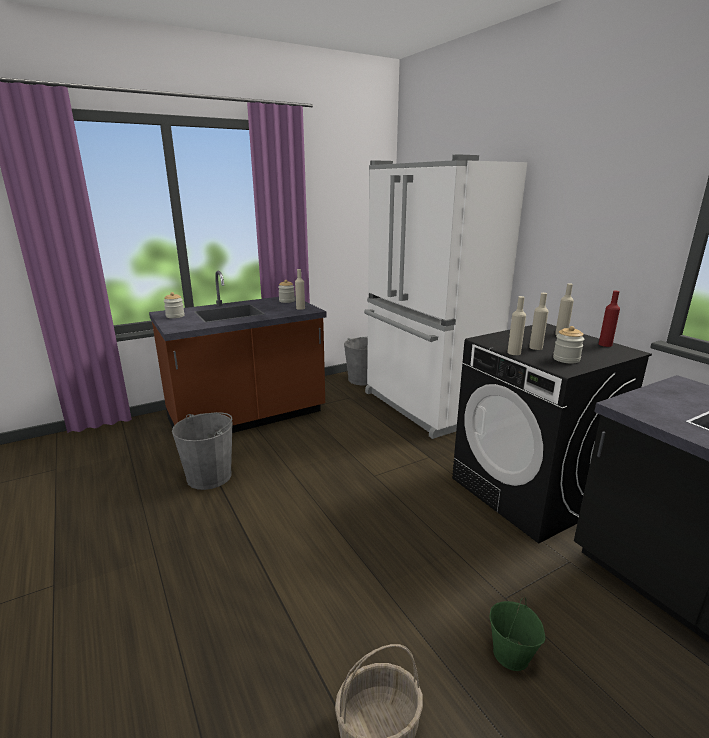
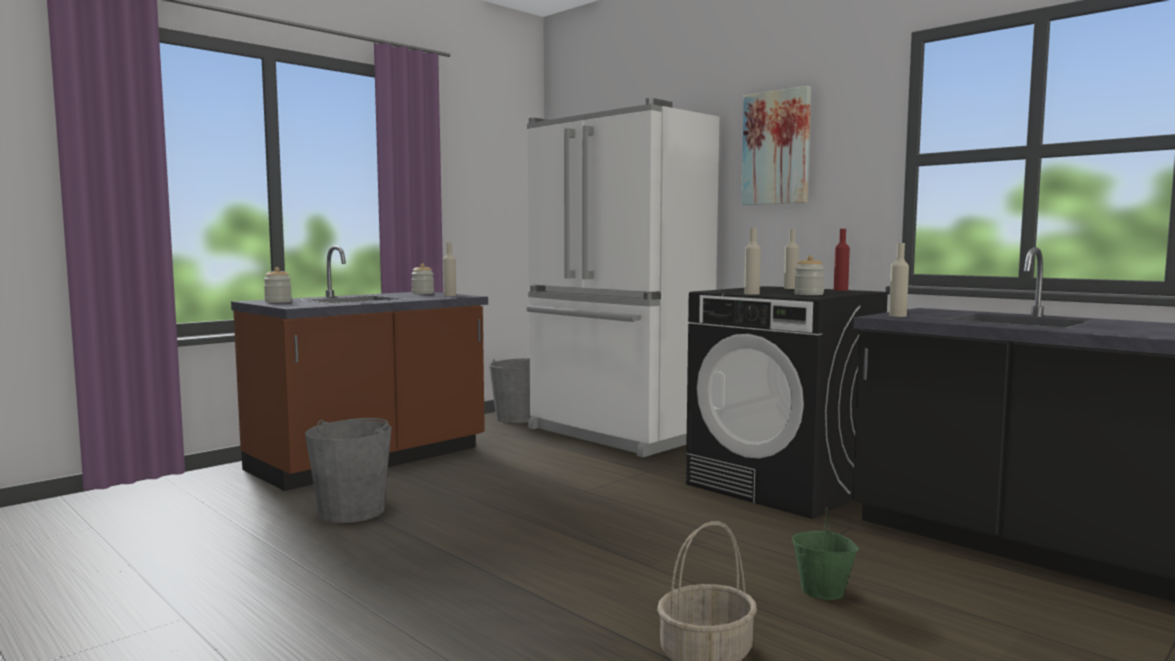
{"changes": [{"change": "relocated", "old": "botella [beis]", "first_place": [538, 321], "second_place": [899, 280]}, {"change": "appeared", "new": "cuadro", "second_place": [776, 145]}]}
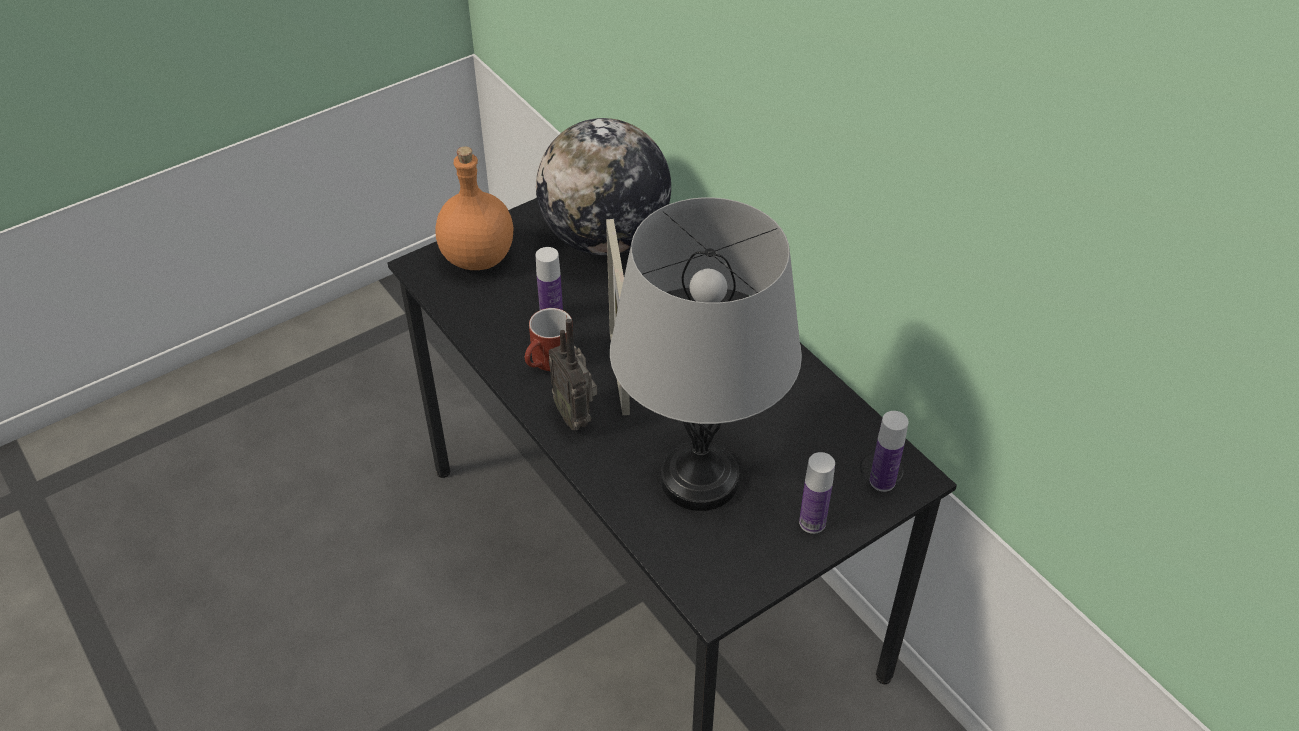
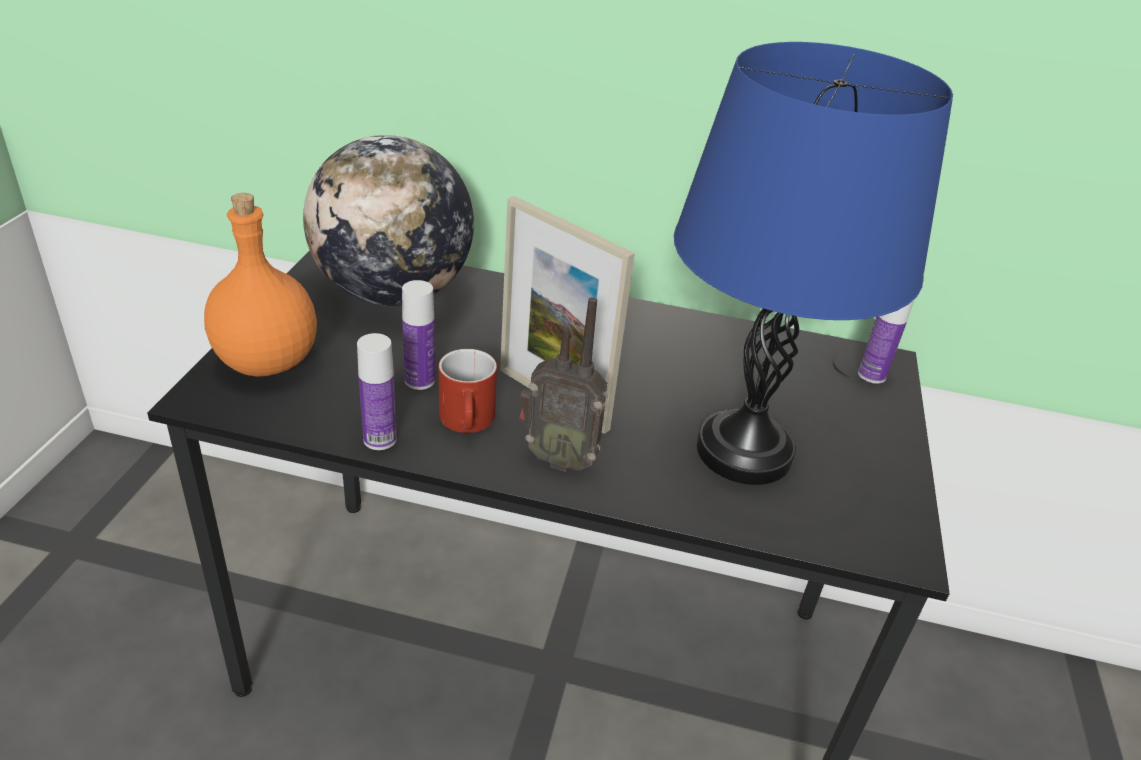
{"changes": [{"change": "colour", "old": "lámpara de mesa [gris]", "new": "lámpara de mesa [azul]", "first_place": [706, 354], "second_place": [813, 263]}, {"change": "relocated", "old": "botella", "first_place": [817, 493], "second_place": [377, 391]}]}
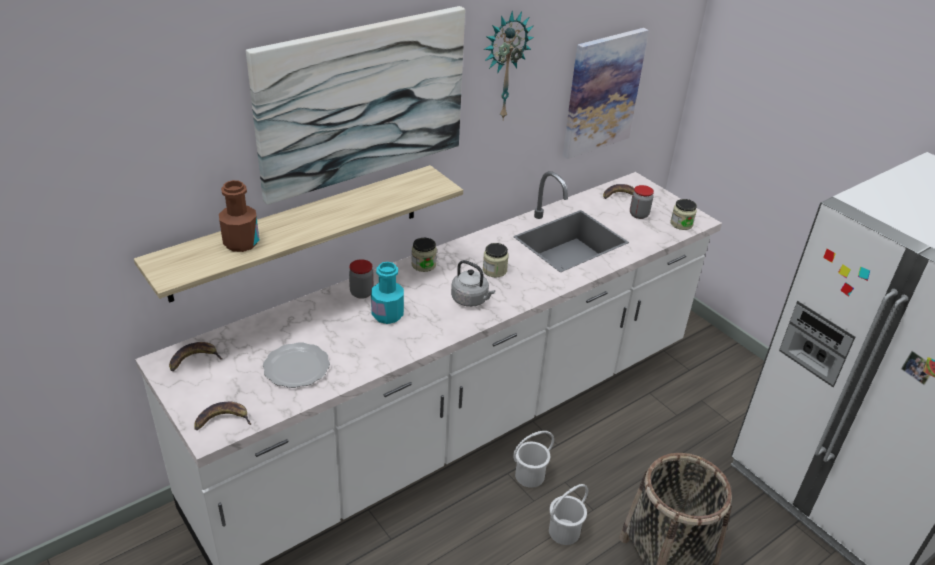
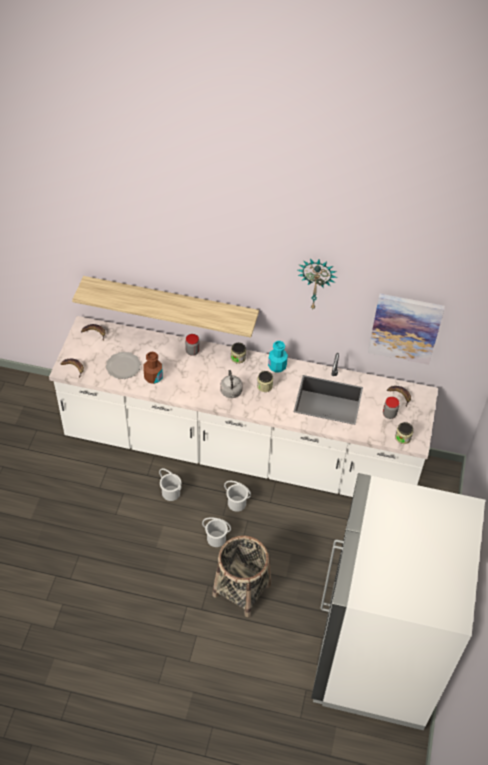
{"changes": [{"change": "relocated", "old": "botella [marrón]", "first_place": [239, 216], "second_place": [153, 368]}, {"change": "missing", "old": "cuadro", "first_place": [355, 105]}, {"change": "relocated", "old": "botella [turquesa]", "first_place": [387, 293], "second_place": [278, 357]}, {"change": "appeared", "new": "cubo [blanco]", "second_place": [170, 484]}]}
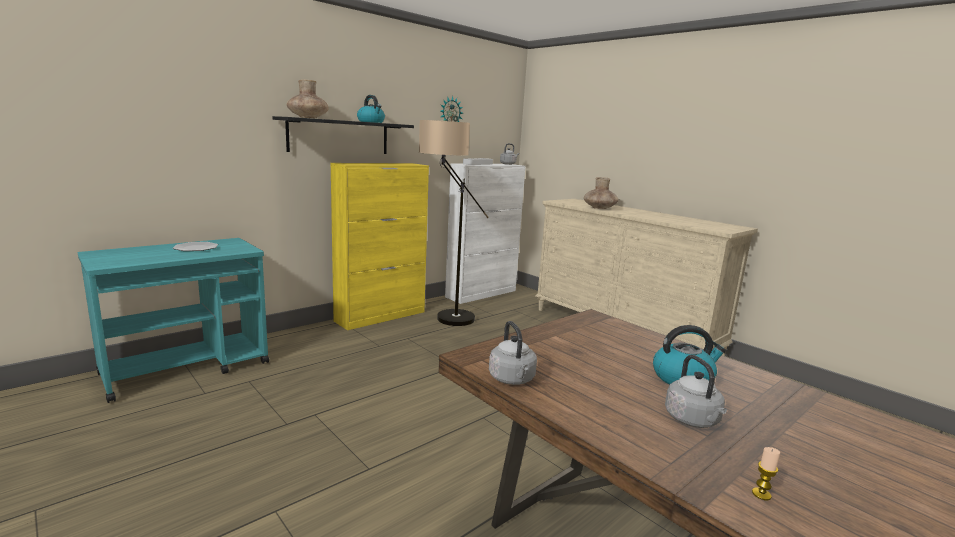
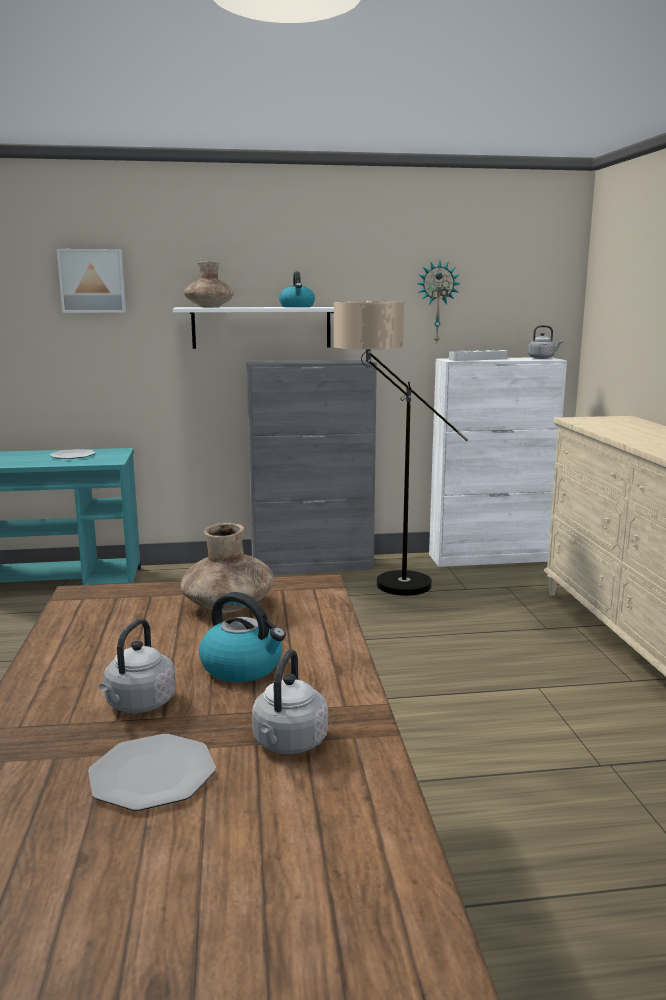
{"changes": [{"change": "colour", "old": "estante [negro]", "new": "estante [blanco]", "first_place": [343, 135], "second_place": [253, 328]}, {"change": "colour", "old": "armario [amarillo]", "new": "armario [gris]", "first_place": [379, 246], "second_place": [311, 467]}, {"change": "relocated", "old": "hervidor [gris]", "first_place": [513, 353], "second_place": [290, 701]}, {"change": "relocated", "old": "florero [marrón]", "first_place": [601, 193], "second_place": [227, 568]}, {"change": "missing", "old": "vela", "first_place": [766, 473]}, {"change": "appeared", "new": "cuadro", "second_place": [91, 281]}, {"change": "appeared", "new": "plato", "second_place": [152, 772]}]}
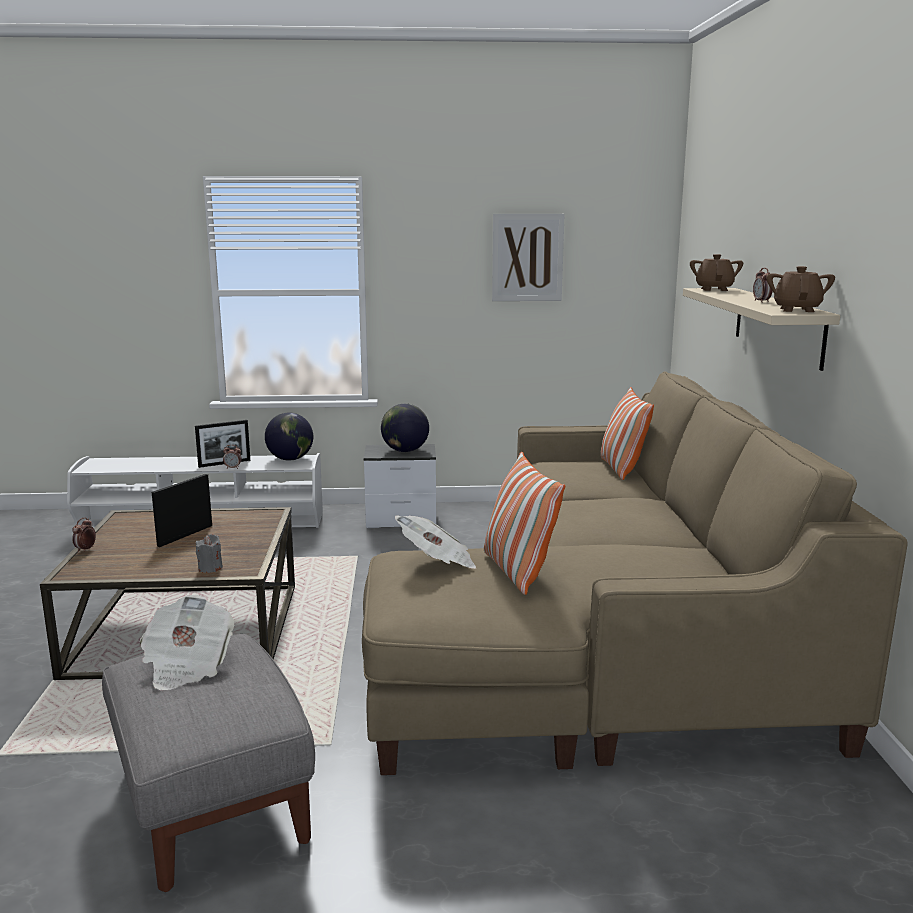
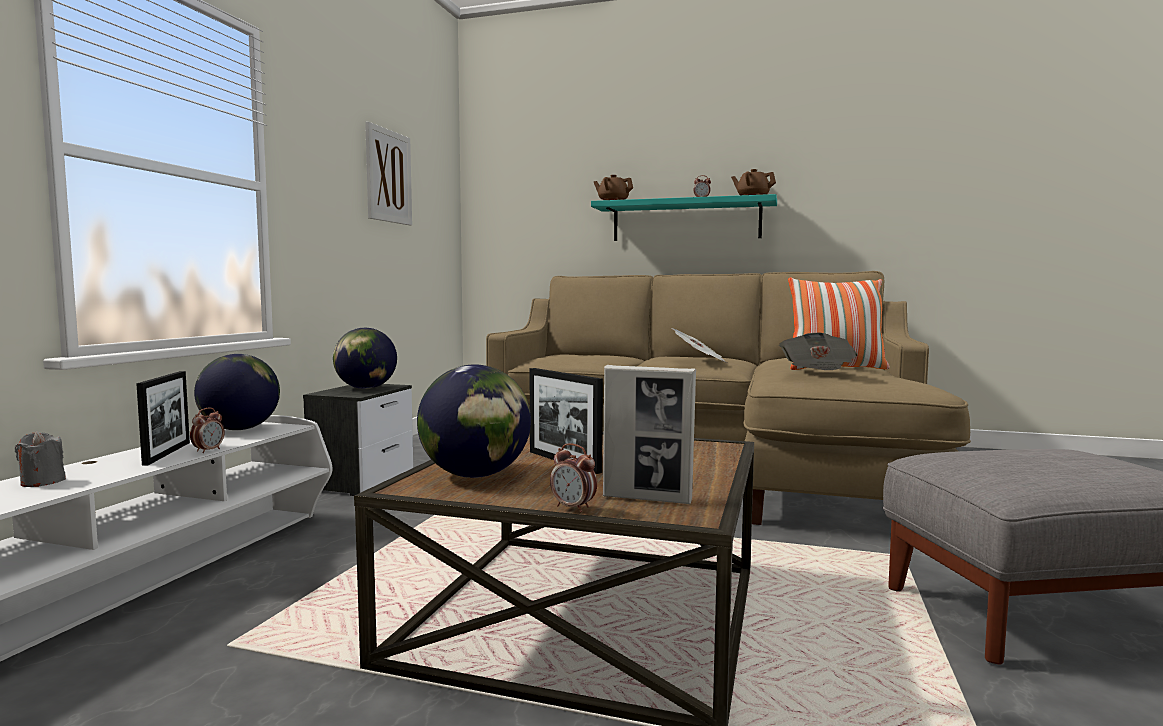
{"changes": [{"change": "relocated", "old": "periódico", "first_place": [187, 642], "second_place": [699, 345]}, {"change": "relocated", "old": "vela [gris]", "first_place": [209, 553], "second_place": [40, 459]}, {"change": "missing", "old": "cojín", "first_place": [627, 433]}, {"change": "colour", "old": "estante [beis]", "new": "estante [turquesa]", "first_place": [761, 329], "second_place": [684, 217]}, {"change": "appeared", "new": "globo terráqueo", "second_place": [474, 421]}, {"change": "appeared", "new": "portarretratos", "second_place": [649, 434]}]}
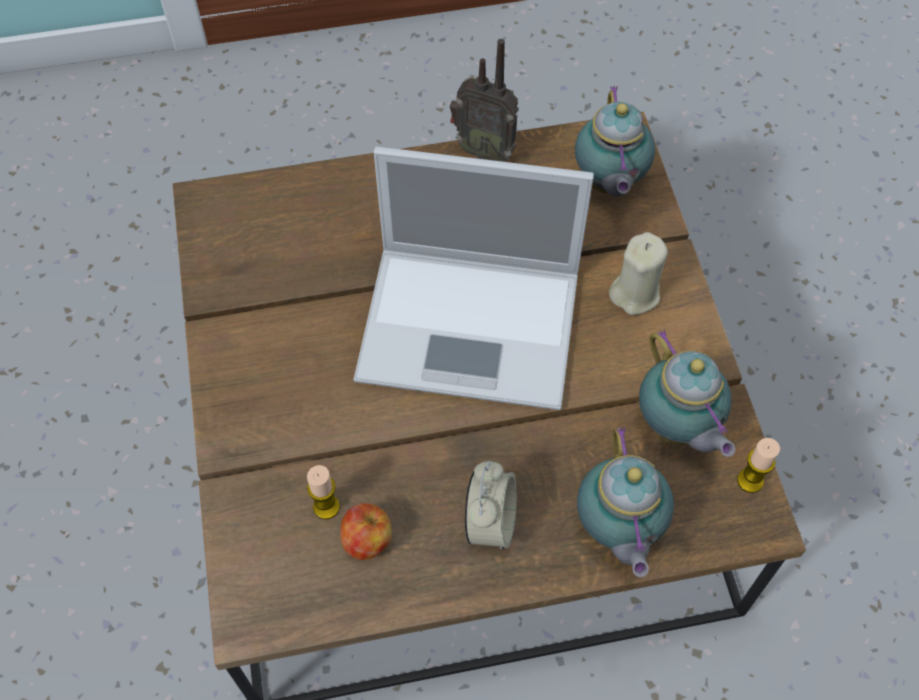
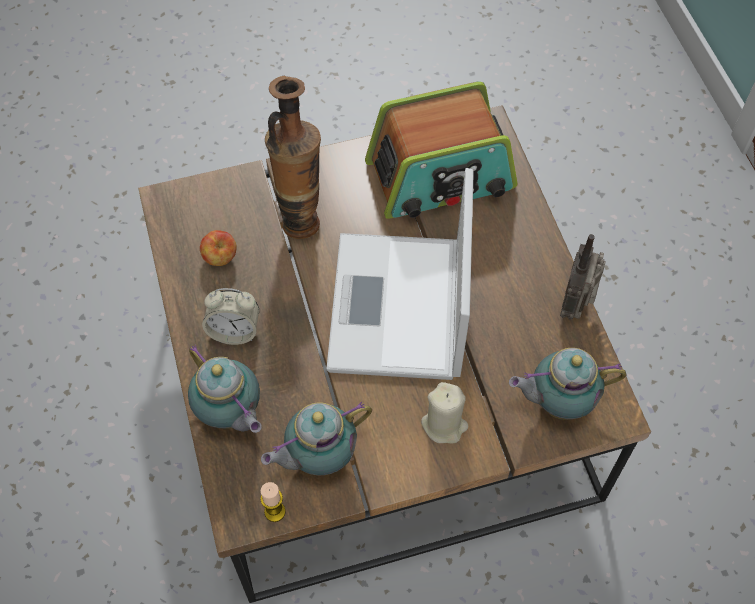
{"changes": [{"change": "missing", "old": "vela", "first_place": [323, 492]}, {"change": "spun", "old": "tetera", "first_place": [625, 502], "second_place": [225, 389], "degrees": -120}, {"change": "appeared", "new": "florero", "second_place": [293, 157]}, {"change": "appeared", "new": "radio", "second_place": [441, 150]}]}
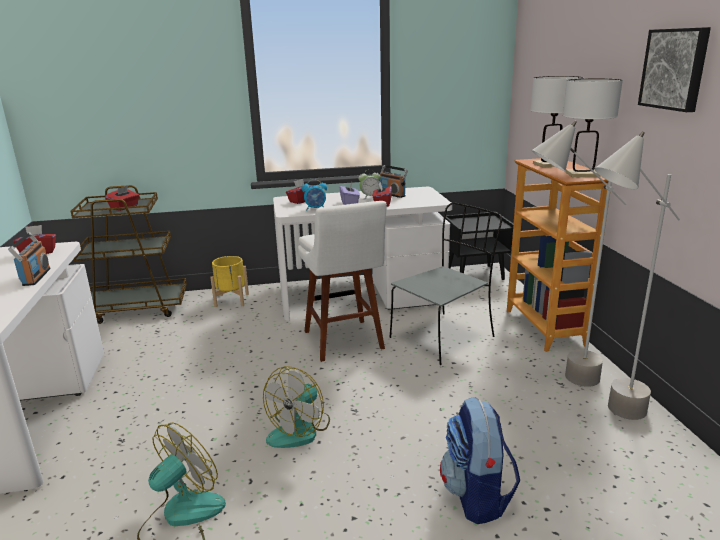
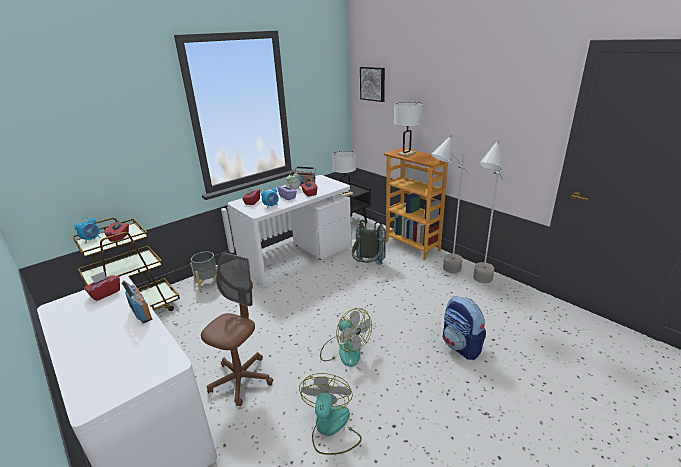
{"changes": [{"change": "colour", "old": "maceta [amarillo]", "new": "maceta [gris]", "first_place": [229, 281], "second_place": [204, 272]}, {"change": "spun", "old": "ventilador", "first_place": [296, 407], "second_place": [346, 337], "degrees": -45}, {"change": "missing", "old": "taburete [blanco]", "first_place": [342, 281]}, {"change": "exchanged", "old": "silla [gris]", "new": "mochila [gris]", "first_place": [445, 283], "second_place": [369, 242]}, {"change": "relocated", "old": "lámpara de mesa [blanco]", "first_place": [593, 127], "second_place": [344, 173]}, {"change": "relocated", "old": "cuadro", "first_place": [674, 69], "second_place": [372, 84]}, {"change": "appeared", "new": "despertador", "second_place": [88, 230]}, {"change": "appeared", "new": "silla de oficina [marrón]", "second_place": [237, 329]}]}
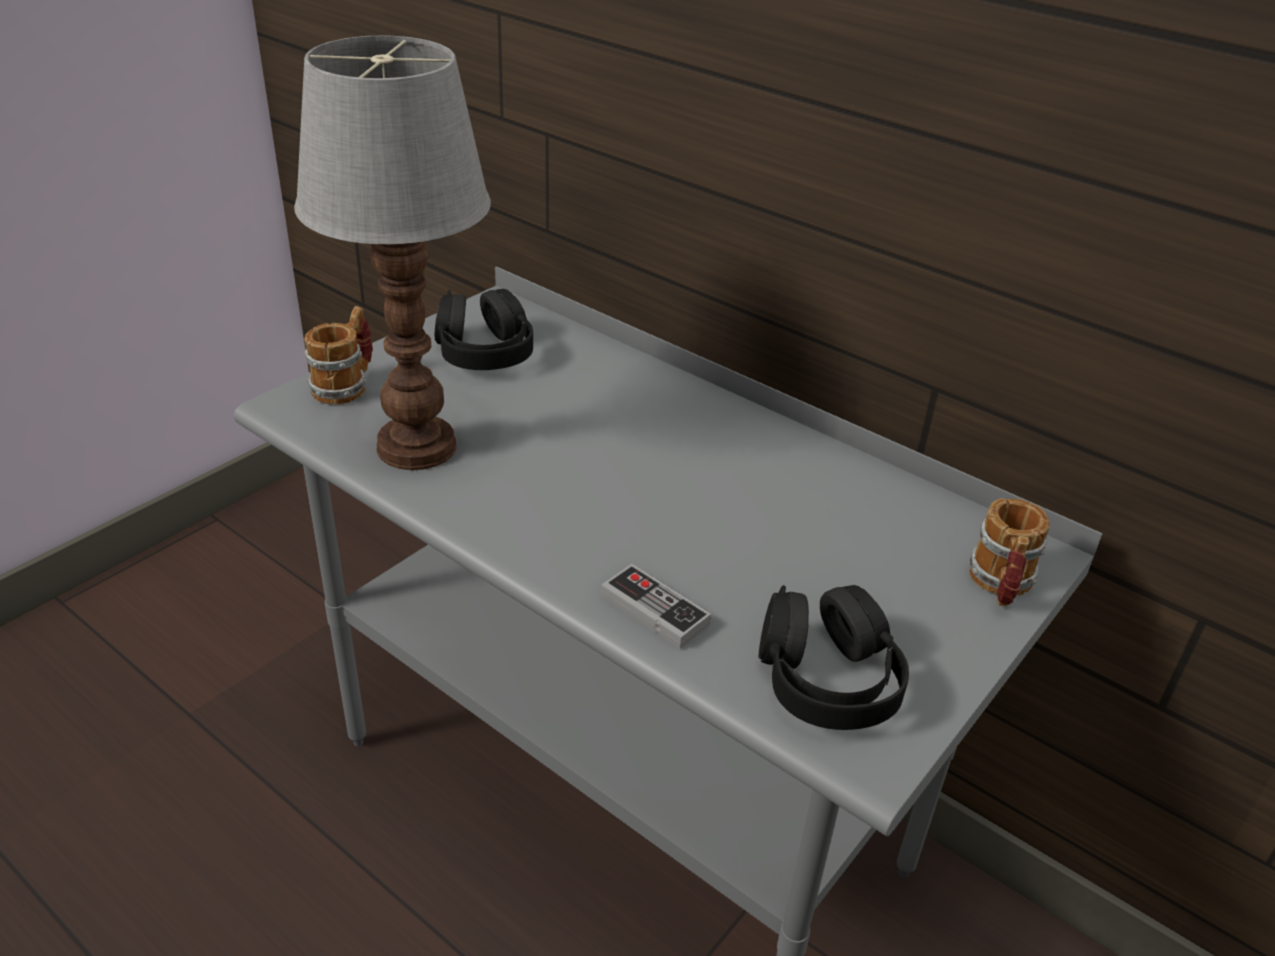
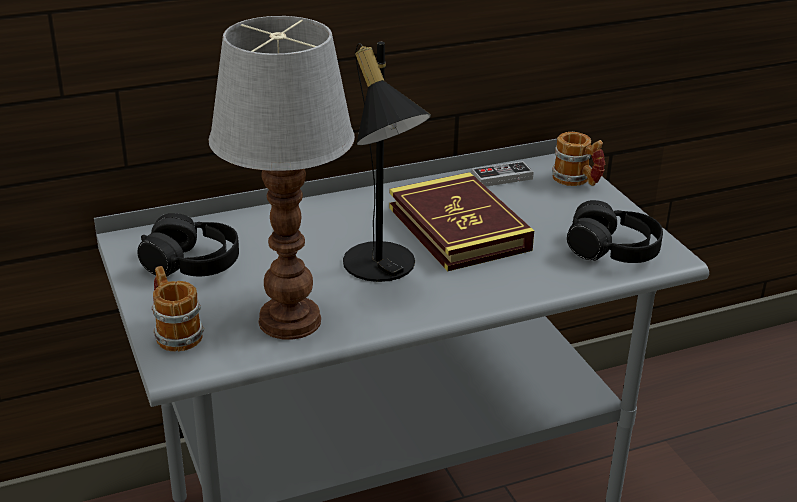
{"changes": [{"change": "relocated", "old": "mando de consola", "first_place": [656, 606], "second_place": [502, 174]}, {"change": "appeared", "new": "lámpara de mesa [negro]", "second_place": [387, 162]}, {"change": "appeared", "new": "libro", "second_place": [461, 221]}]}
